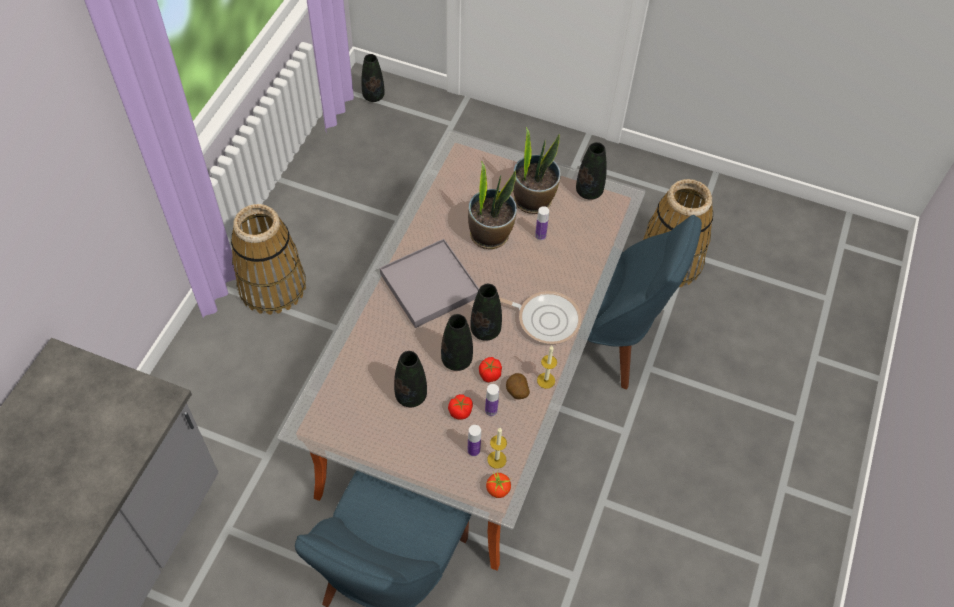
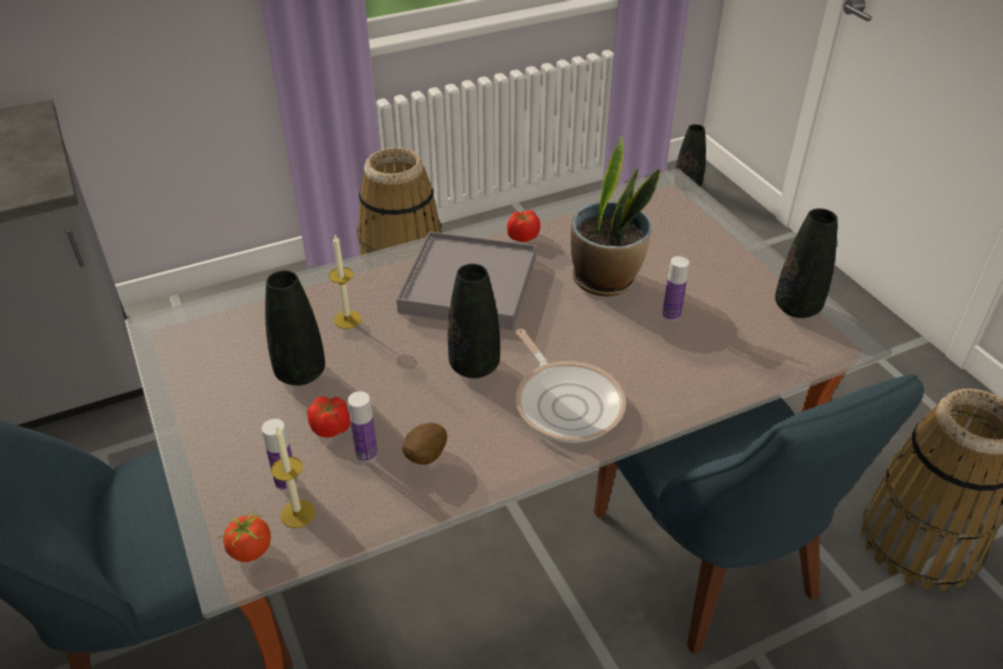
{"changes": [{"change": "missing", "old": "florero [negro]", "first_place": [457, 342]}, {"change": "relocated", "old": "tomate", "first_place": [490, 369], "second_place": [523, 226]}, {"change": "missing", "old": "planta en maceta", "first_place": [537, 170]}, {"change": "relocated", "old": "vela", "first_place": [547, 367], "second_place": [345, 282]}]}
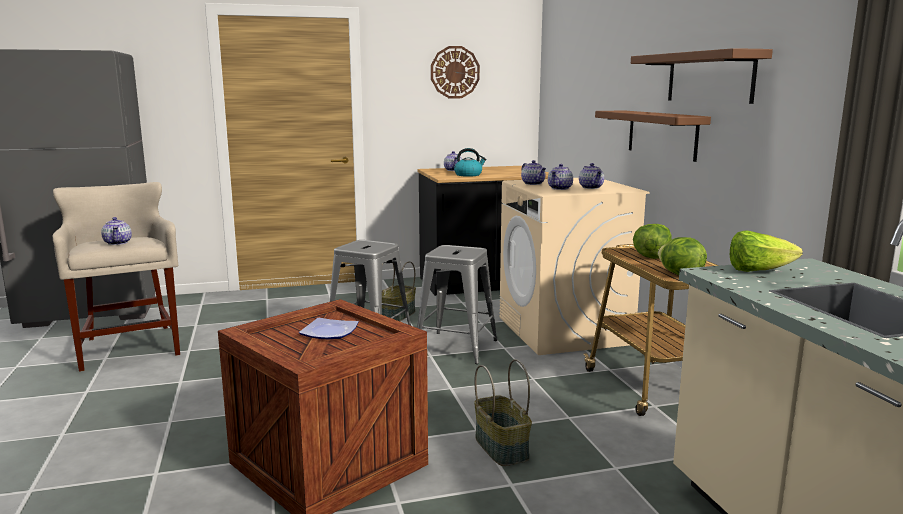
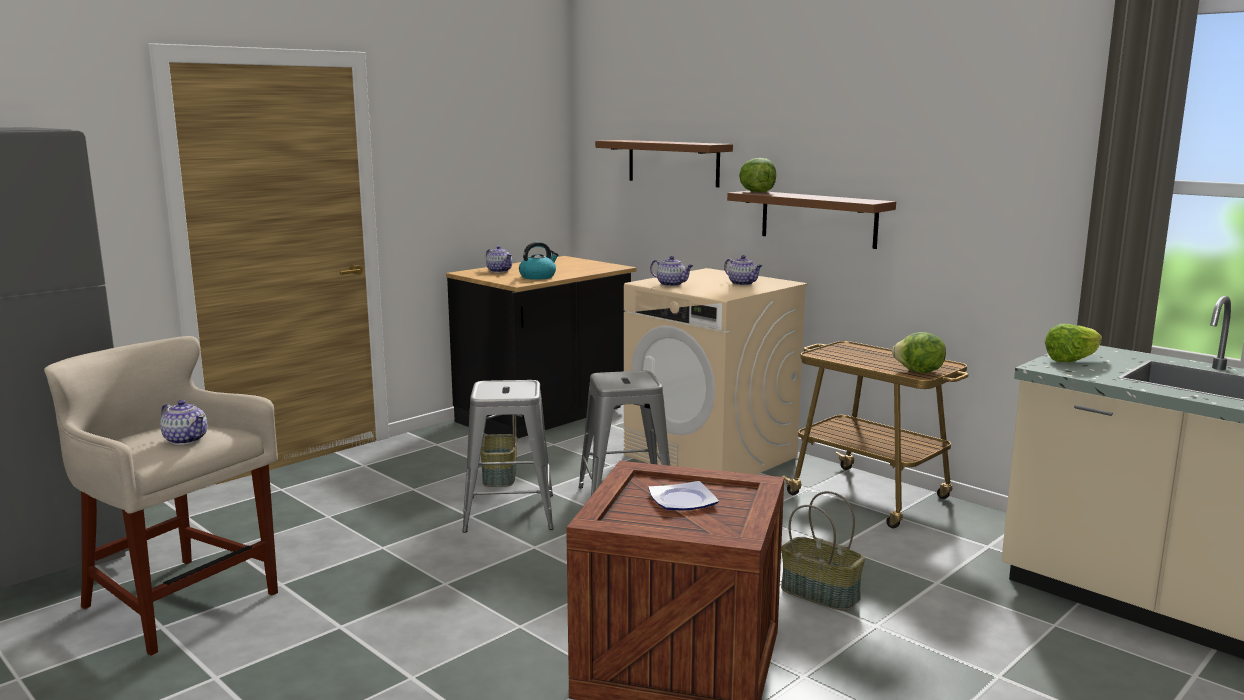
{"changes": [{"change": "missing", "old": "reloj de pared", "first_place": [455, 72]}, {"change": "missing", "old": "tetera", "first_place": [560, 177]}, {"change": "relocated", "old": "estante [marrón]", "first_place": [702, 76], "second_place": [664, 163]}, {"change": "relocated", "old": "lechuga", "first_place": [652, 241], "second_place": [757, 175]}]}
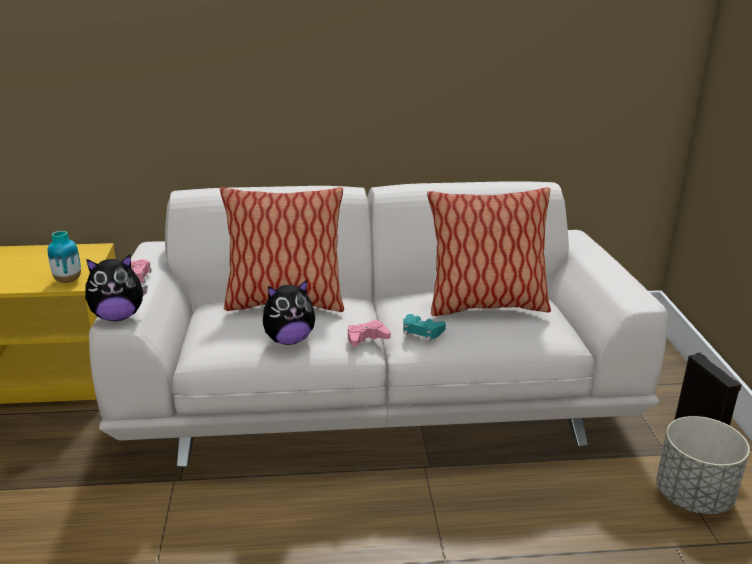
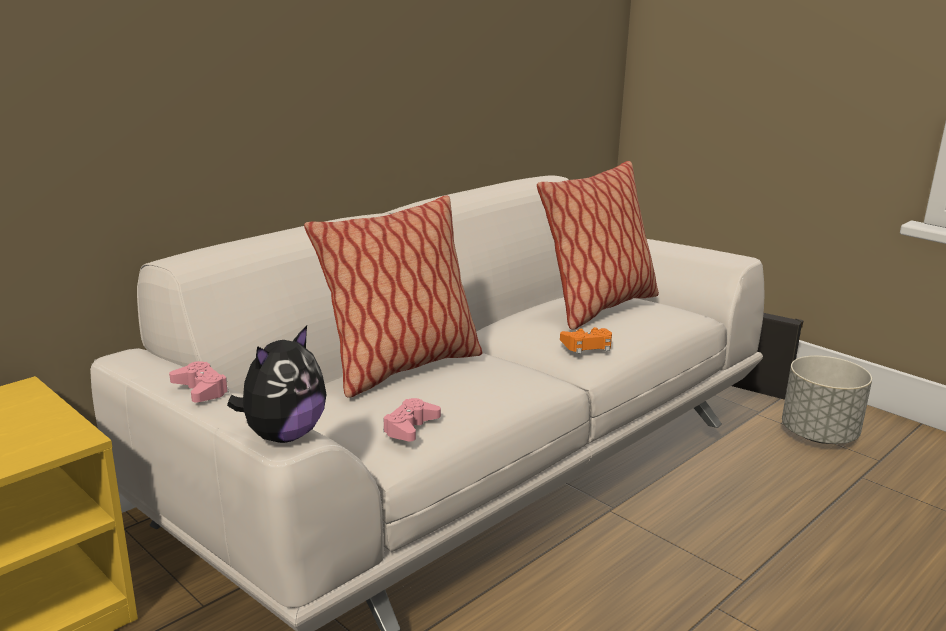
{"changes": [{"change": "missing", "old": "florero", "first_place": [64, 257]}, {"change": "missing", "old": "peluche", "first_place": [289, 312]}, {"change": "relocated", "old": "mando de consola [rosa]", "first_place": [369, 333], "second_place": [412, 419]}, {"change": "colour", "old": "mando de consola [turquesa]", "new": "mando de consola [naranja]", "first_place": [424, 327], "second_place": [586, 340]}]}
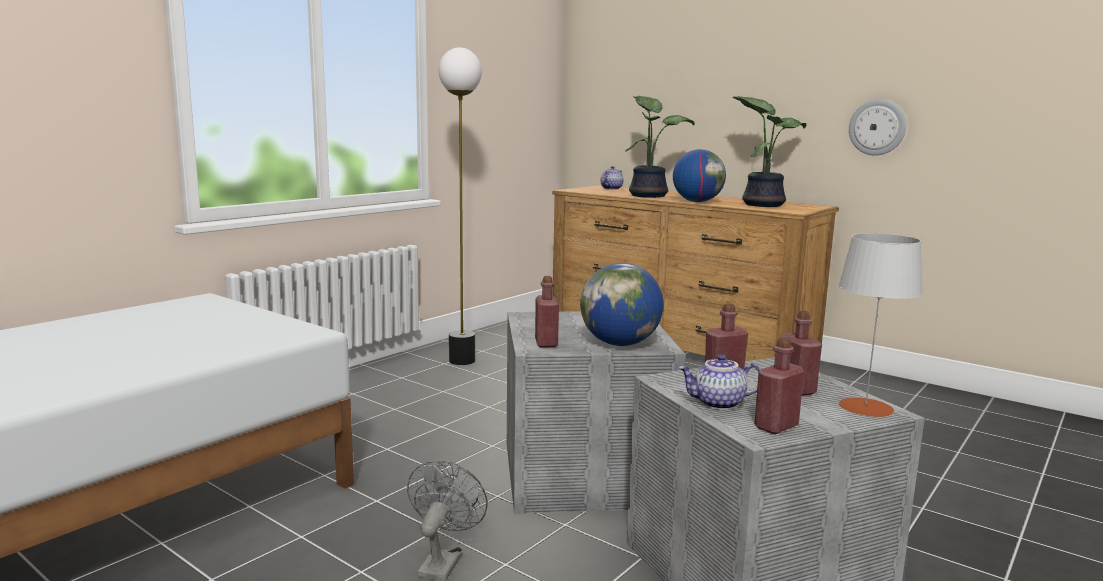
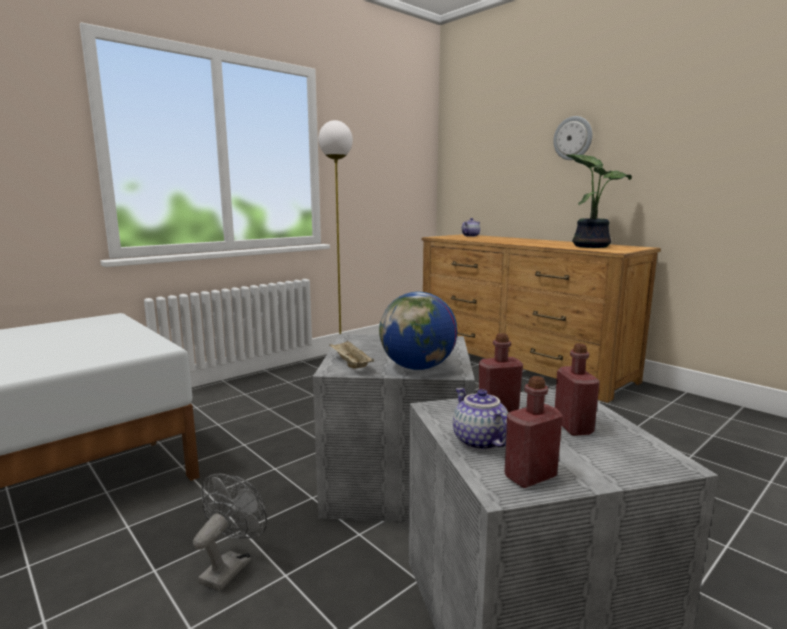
{"changes": [{"change": "exchanged", "old": "botella [rojo]", "new": "bandeja [beis]", "first_place": [547, 311], "second_place": [351, 355]}, {"change": "missing", "old": "planta en maceta", "first_place": [660, 147]}, {"change": "missing", "old": "globo terráqueo", "first_place": [699, 175]}, {"change": "spun", "old": "tetera", "first_place": [719, 382], "second_place": [480, 419], "degrees": 60}, {"change": "missing", "old": "lámpara de mesa [gris]", "first_place": [881, 325]}, {"change": "relocated", "old": "reloj de pared", "first_place": [877, 127], "second_place": [572, 138]}]}
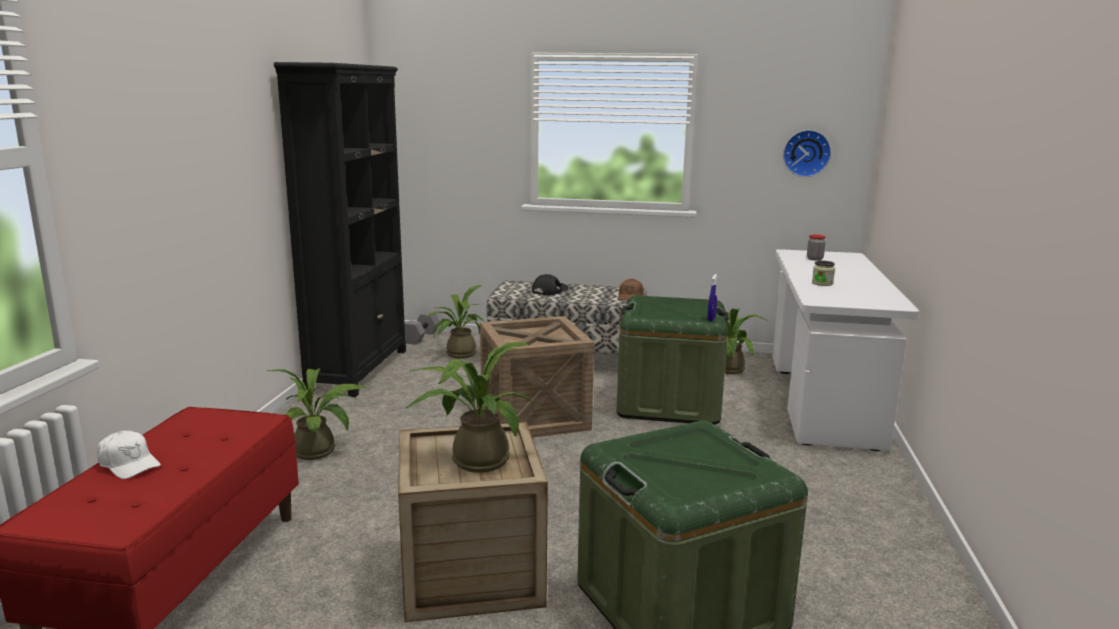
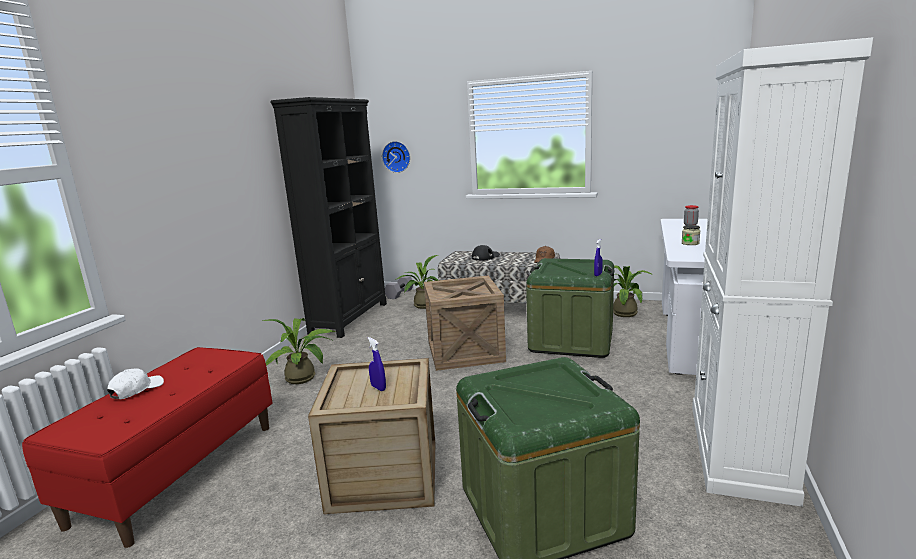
{"changes": [{"change": "spun", "old": "gorra [blanco]", "first_place": [129, 455], "second_place": [135, 383], "degrees": -105}, {"change": "exchanged", "old": "planta en maceta", "new": "pulverizador [azul]", "first_place": [477, 407], "second_place": [377, 364]}, {"change": "relocated", "old": "reloj de pared", "first_place": [807, 153], "second_place": [396, 157]}, {"change": "appeared", "new": "armario [blanco]", "second_place": [782, 272]}]}
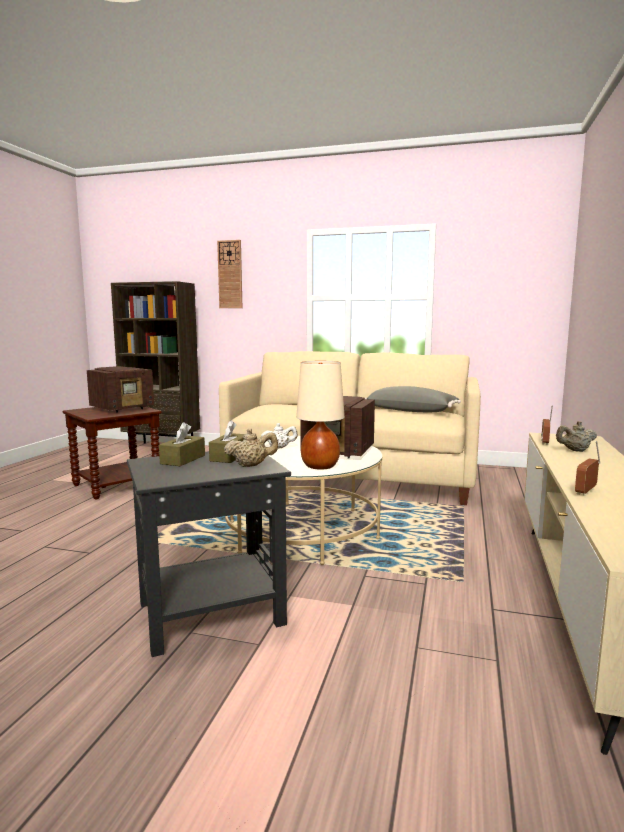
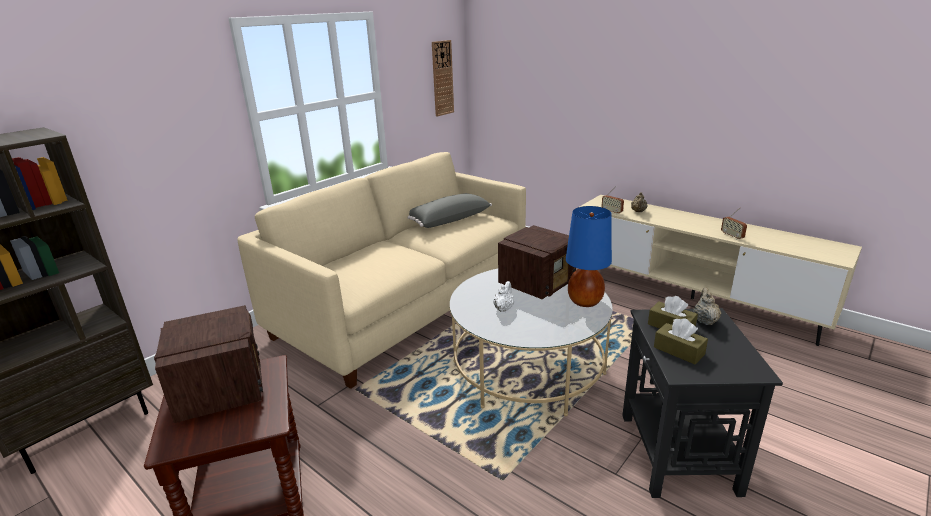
{"changes": [{"change": "relocated", "old": "reloj de pared", "first_place": [229, 274], "second_place": [443, 78]}, {"change": "colour", "old": "lámpara de mesa [beis]", "new": "lámpara de mesa [azul]", "first_place": [320, 415], "second_place": [589, 256]}]}
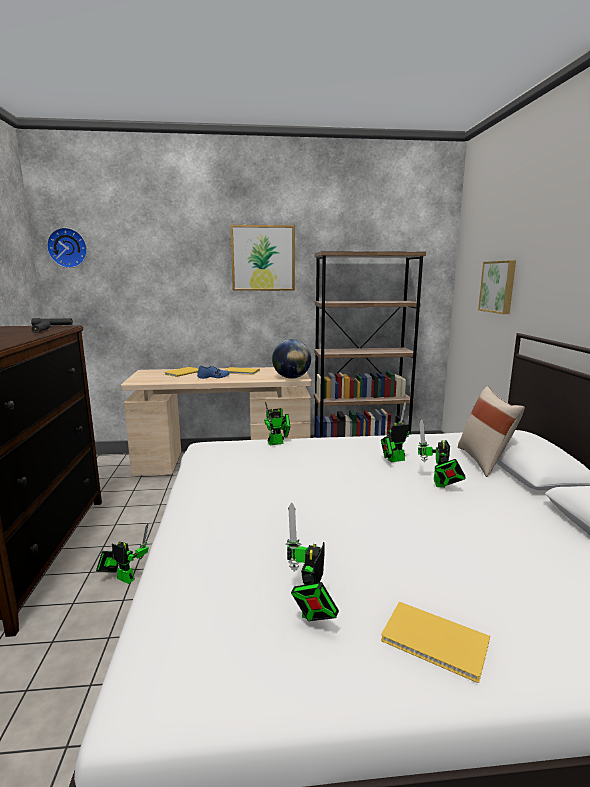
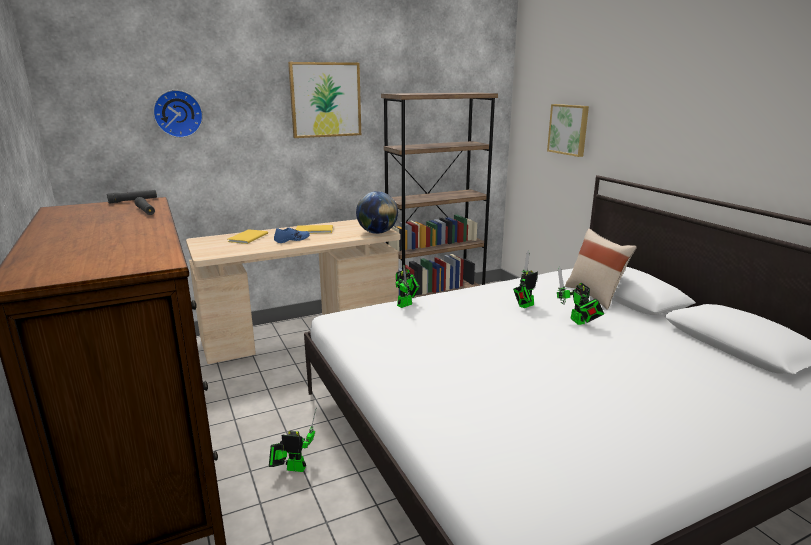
{"changes": [{"change": "relocated", "old": "reloj de pared", "first_place": [67, 248], "second_place": [178, 114]}, {"change": "missing", "old": "robot de juguete", "first_place": [312, 562]}, {"change": "missing", "old": "libro [amarillo]", "first_place": [435, 642]}]}
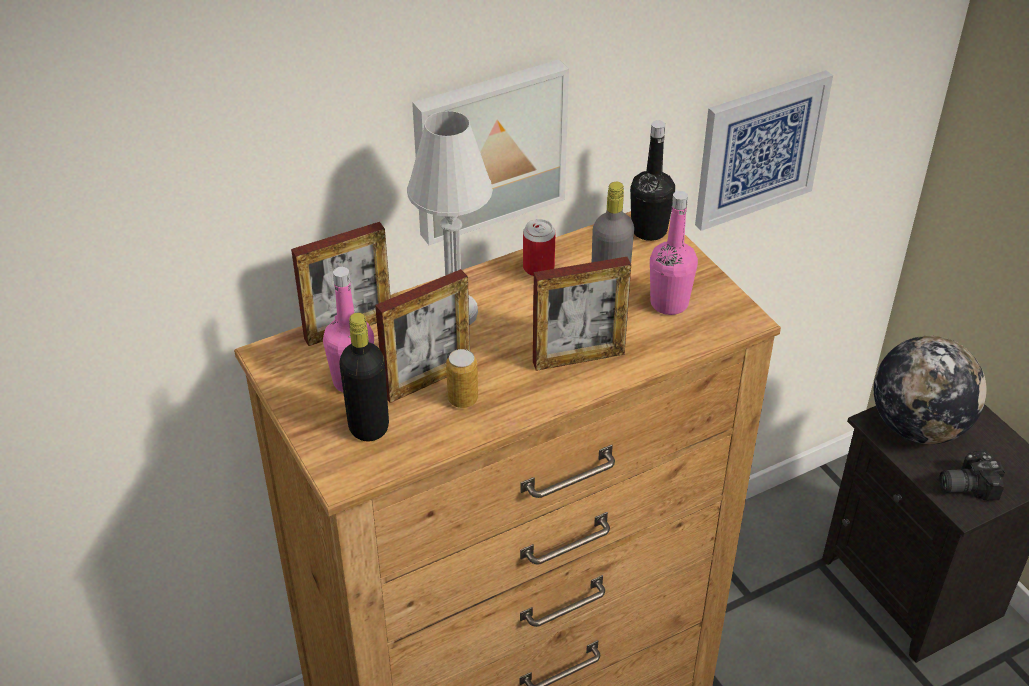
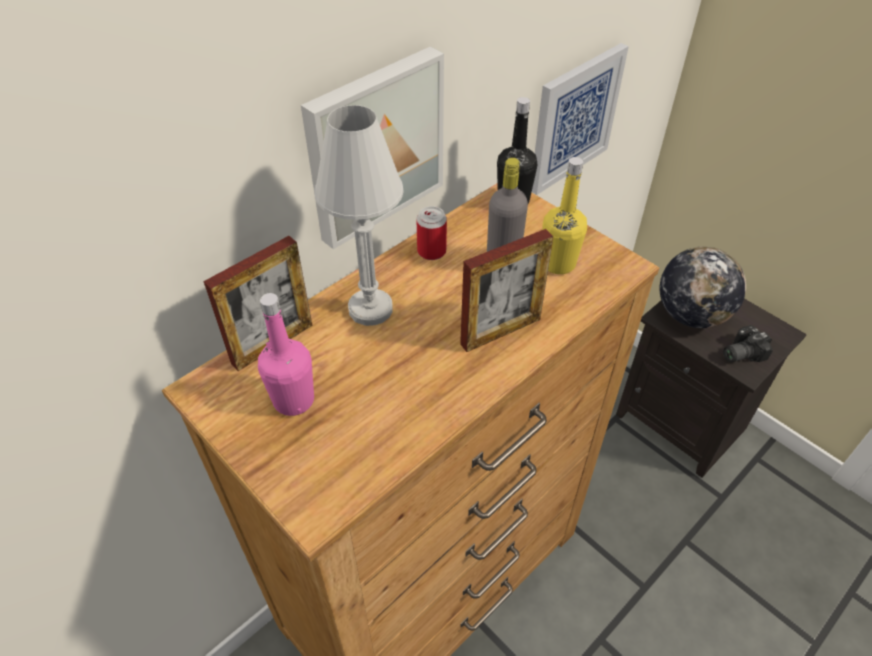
{"changes": [{"change": "missing", "old": "botella [negro]", "first_place": [364, 377]}, {"change": "missing", "old": "portarretratos", "first_place": [422, 336]}, {"change": "missing", "old": "lata", "first_place": [462, 378]}, {"change": "colour", "old": "botella [rosa]", "new": "botella [amarillo]", "first_place": [674, 253], "second_place": [564, 215]}]}
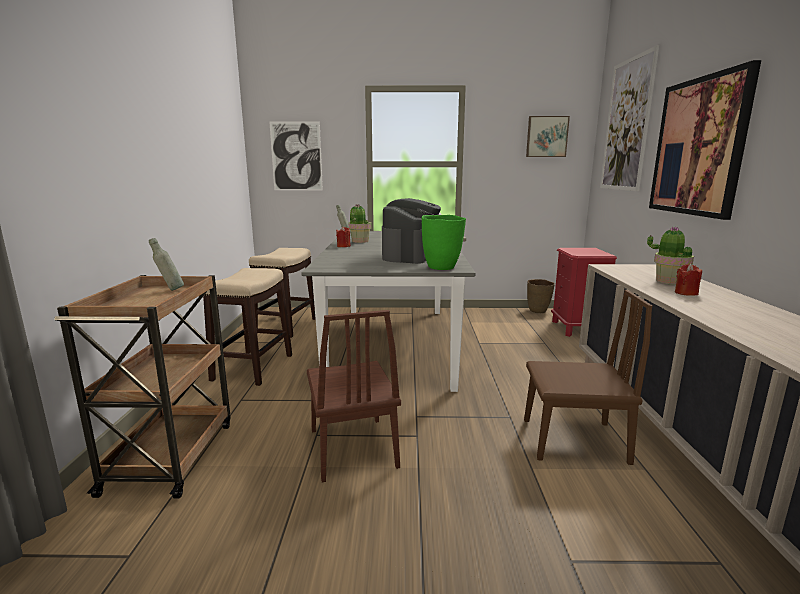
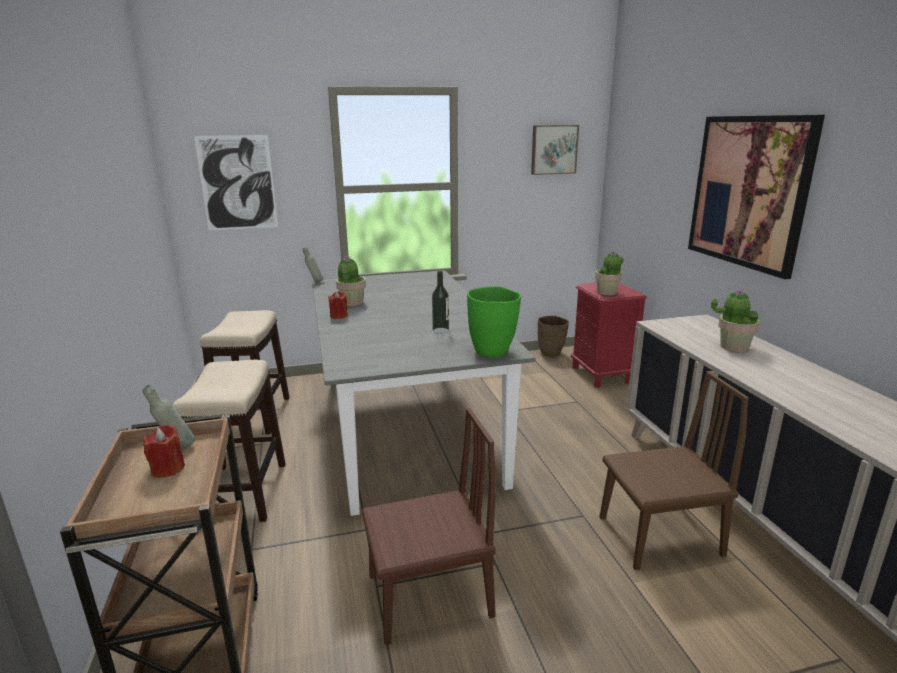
{"changes": [{"change": "spun", "old": "silla [marrón]", "first_place": [354, 396], "second_place": [429, 526], "degrees": -75}, {"change": "exchanged", "old": "cafetera", "new": "botella", "first_place": [412, 231], "second_place": [440, 302]}, {"change": "missing", "old": "cuadro", "first_place": [629, 118]}, {"change": "relocated", "old": "vela [rojo]", "first_place": [688, 280], "second_place": [164, 451]}, {"change": "appeared", "new": "planta en maceta", "second_place": [609, 273]}]}
